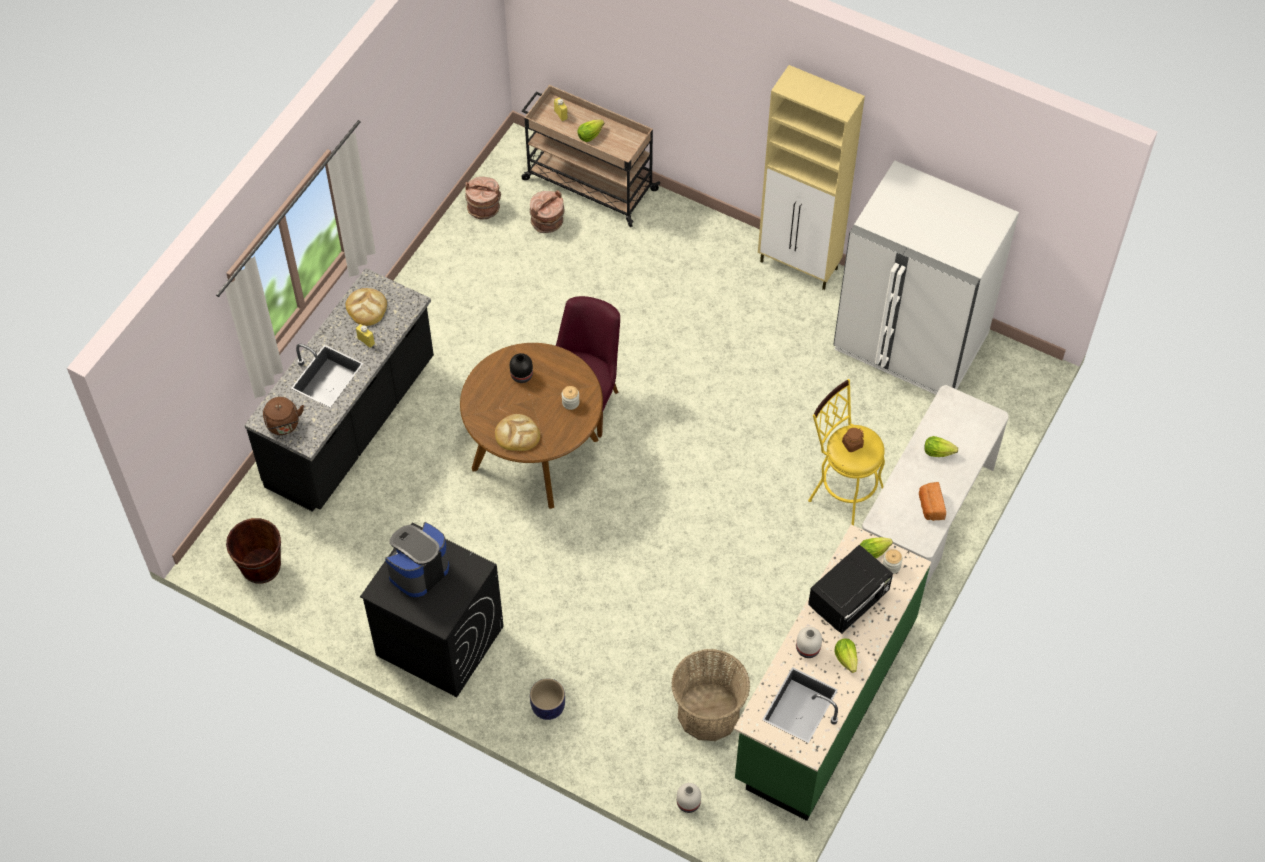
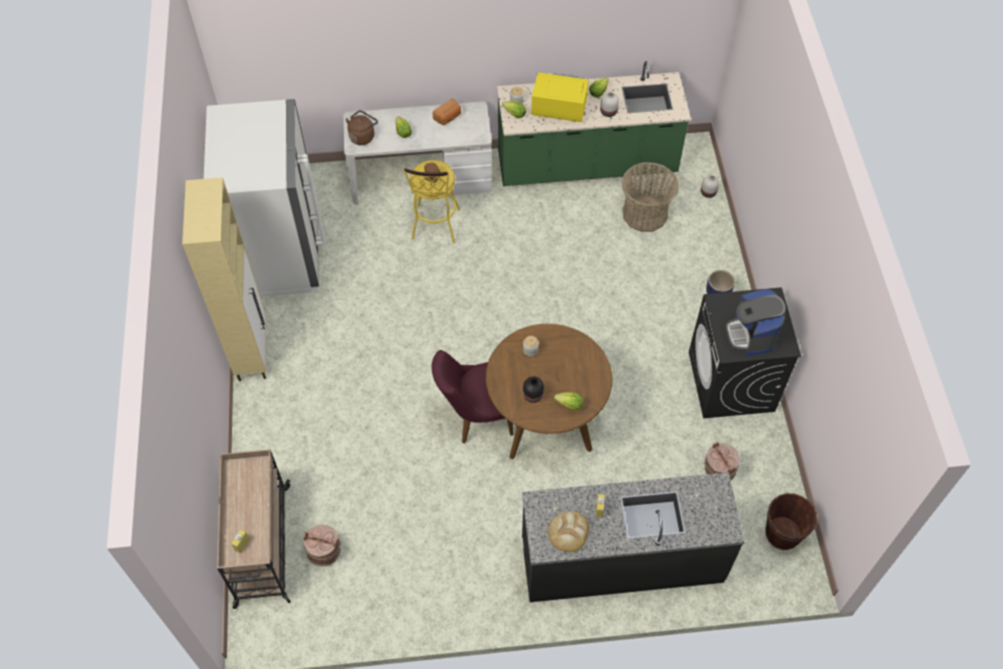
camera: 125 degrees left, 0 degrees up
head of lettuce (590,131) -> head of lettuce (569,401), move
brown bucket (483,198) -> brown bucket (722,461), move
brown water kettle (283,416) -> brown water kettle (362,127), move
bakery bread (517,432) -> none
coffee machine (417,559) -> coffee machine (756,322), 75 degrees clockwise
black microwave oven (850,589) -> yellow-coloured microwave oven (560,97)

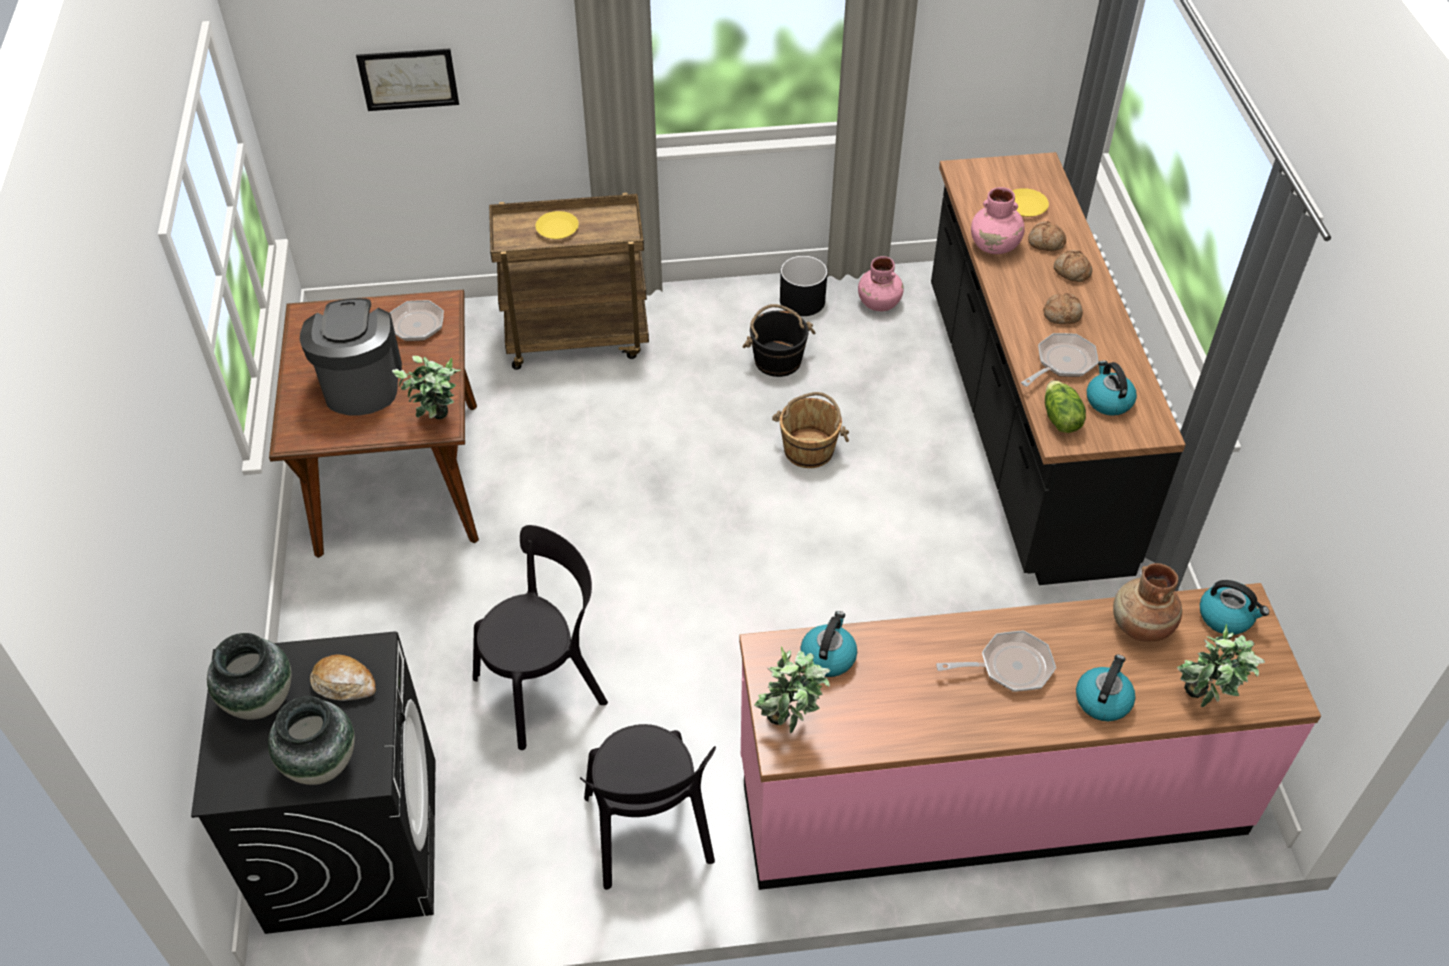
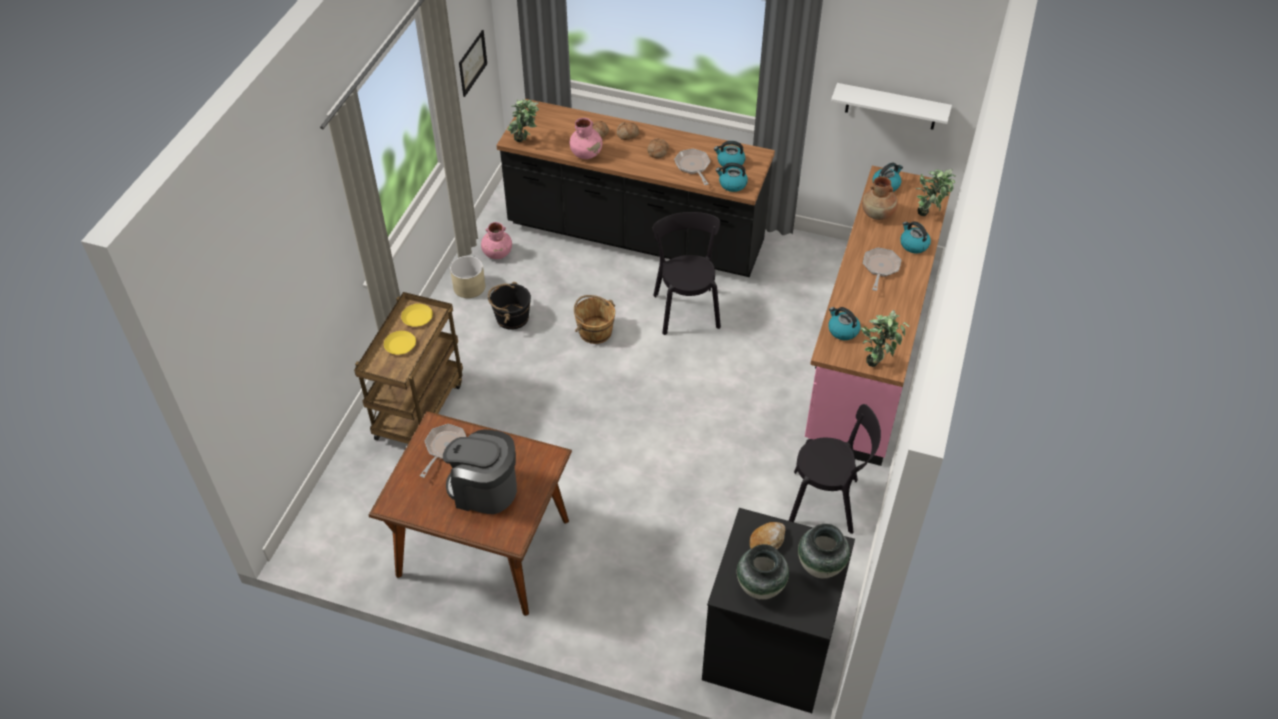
camera: 65 degrees left, 0 degrees up
wall art (407,79) -> wall art (473,63), move
yellow-coloured dinner plate (1030,202) -> yellow-coloured dinner plate (417,315), move
black planter (804,286) -> beige planter (467,277)
houseplant (426,387) -> houseplant (523,121), move
head of lettuce (1065,406) -> water kettle (732,177)
black chair (540,637) -> black chair (686,273), move
none -> white bracket shelf (891,106)

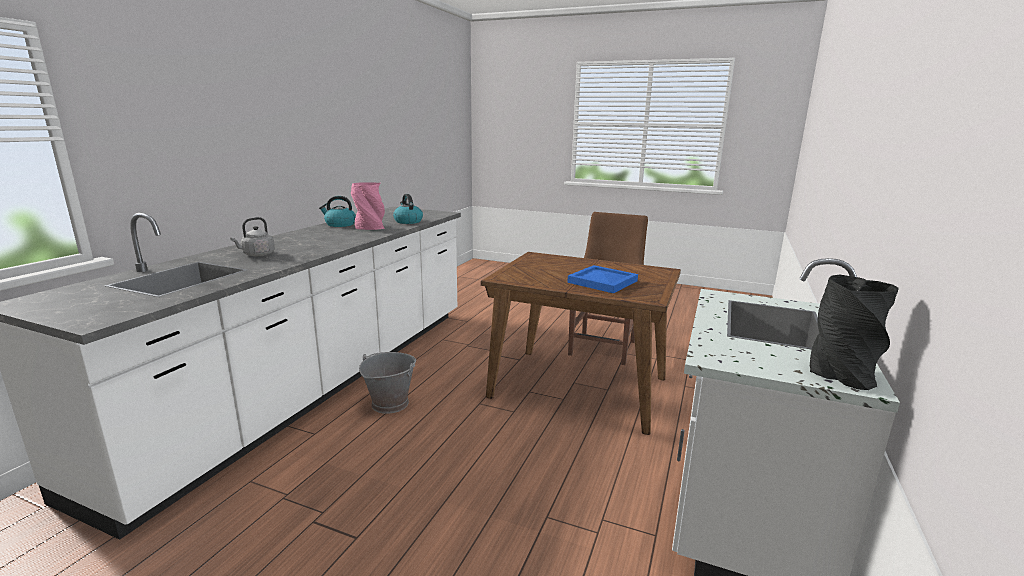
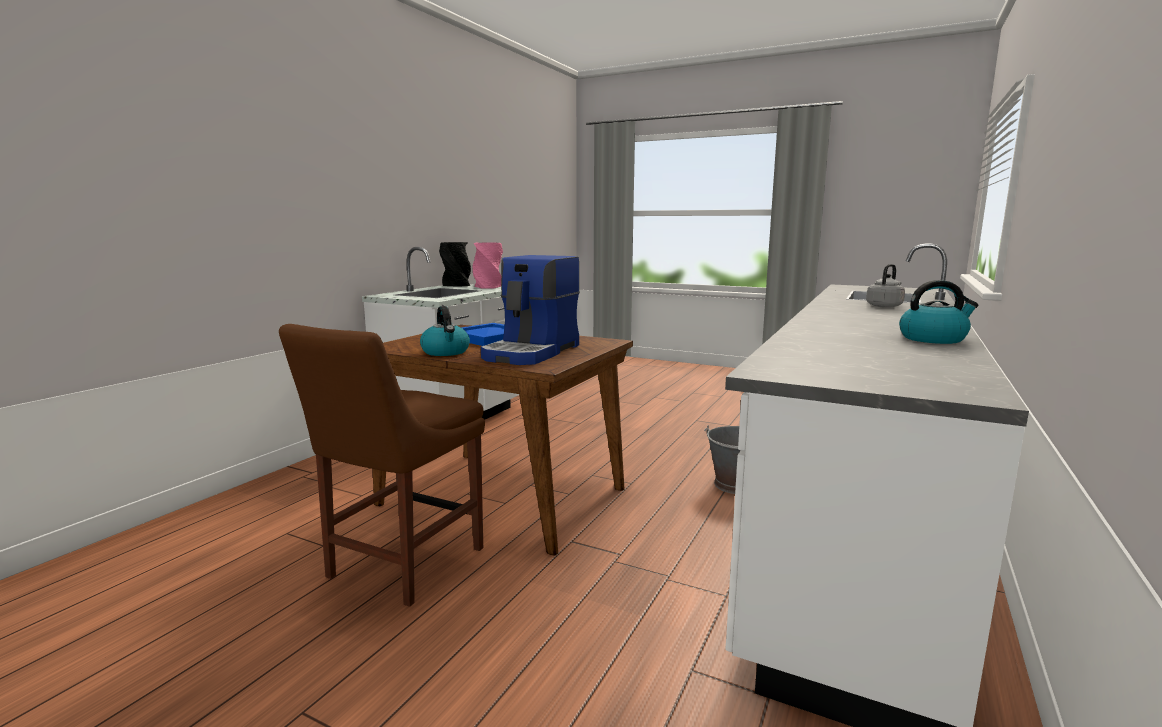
camera: 175 degrees left, 5 degrees down
pink flower vase (368,206) -> pink flower vase (488,265), move
water kettle (408,209) -> water kettle (445,331), move
none -> coffee machine (530,310)

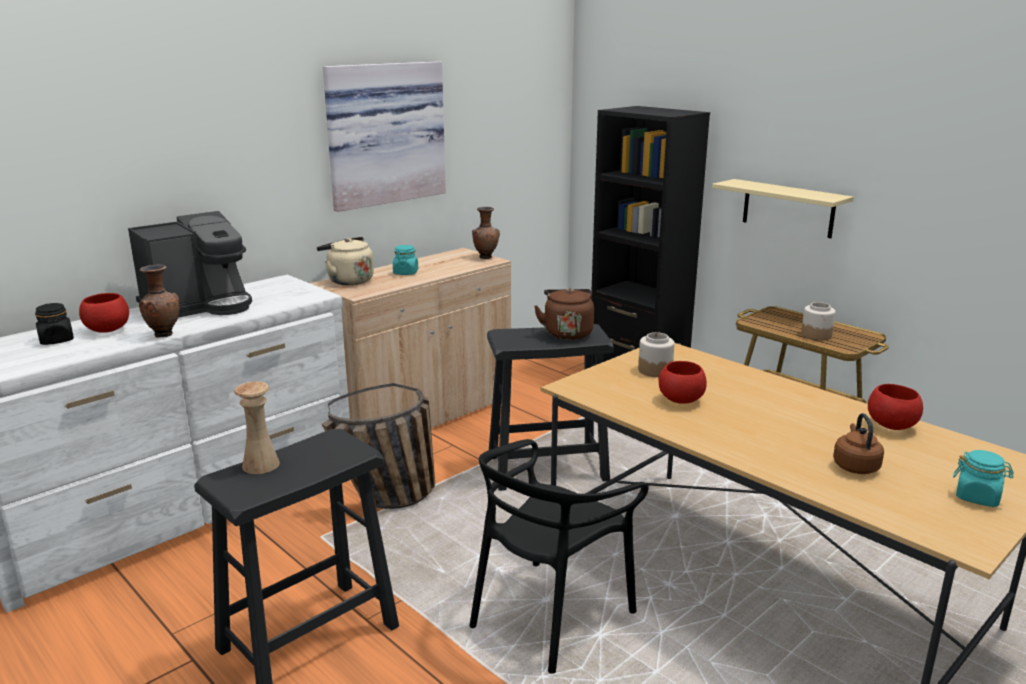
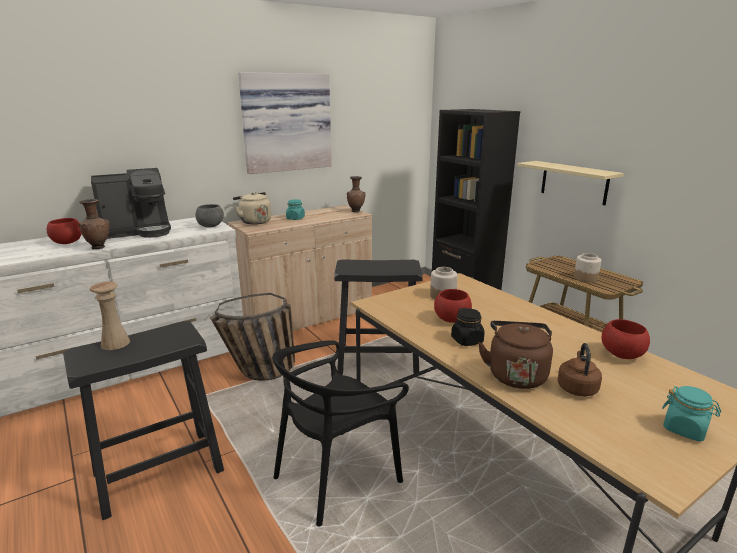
camera: 10 degrees right, 0 degrees up
brown water kettle (564,314) -> brown water kettle (515,355), move
black preserve jar (54,324) -> black preserve jar (468,327), move
none -> greyish bowl (209,215)

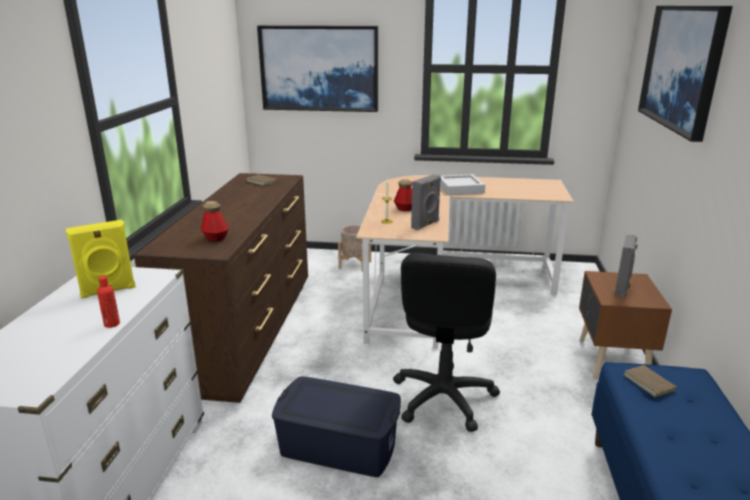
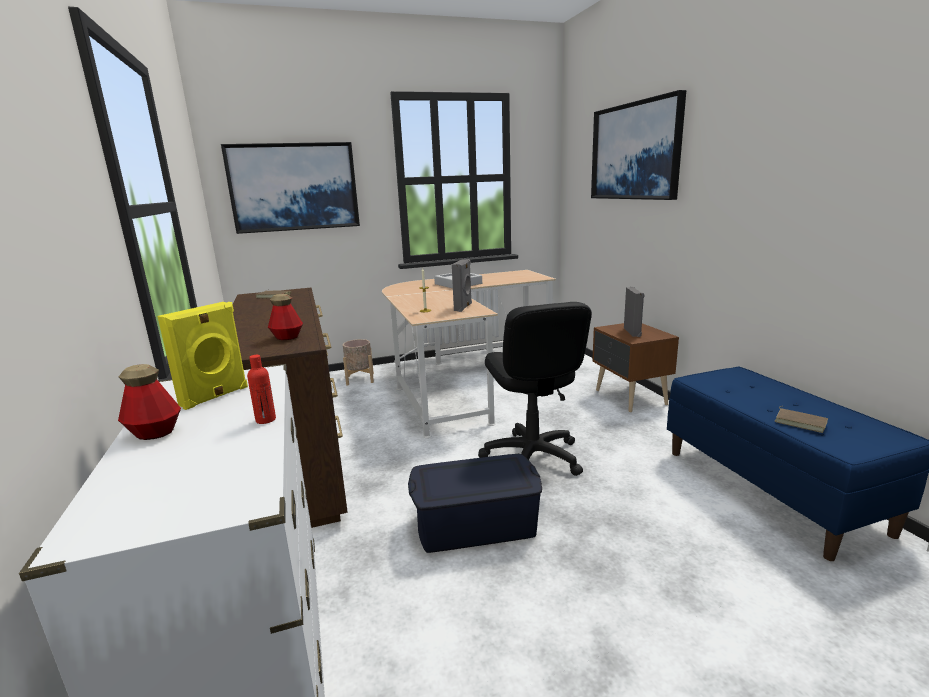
camera: 25 degrees left, 5 degrees down
beverage bottle (403,195) -> beverage bottle (149,402), move
brown volume (650,380) -> brown volume (801,419), move

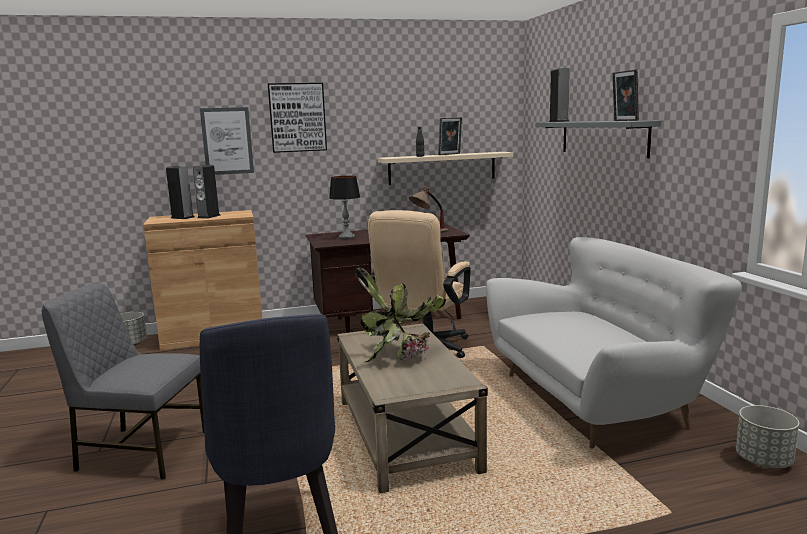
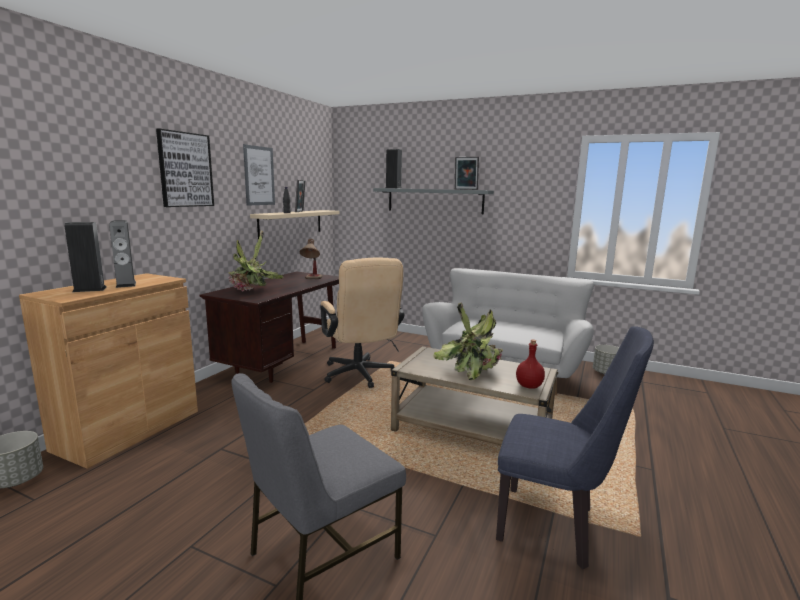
camera: 50 degrees left, 0 degrees up
wall art (227,141) -> wall art (259,174), move
lamp for a table (344,207) -> houseplant (255,260)
none -> red-coloured beverage bottle (530,364)

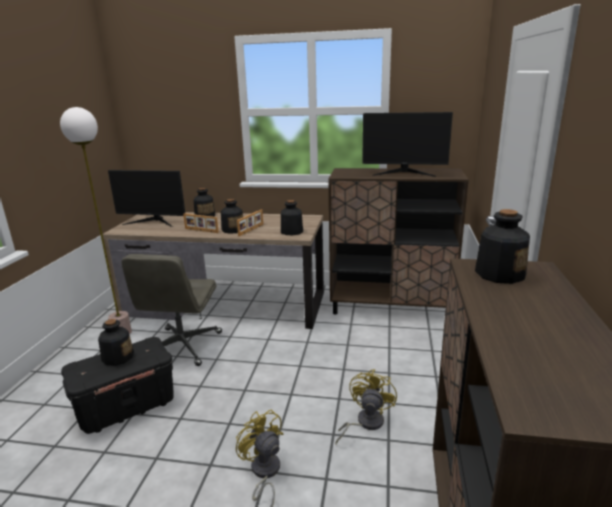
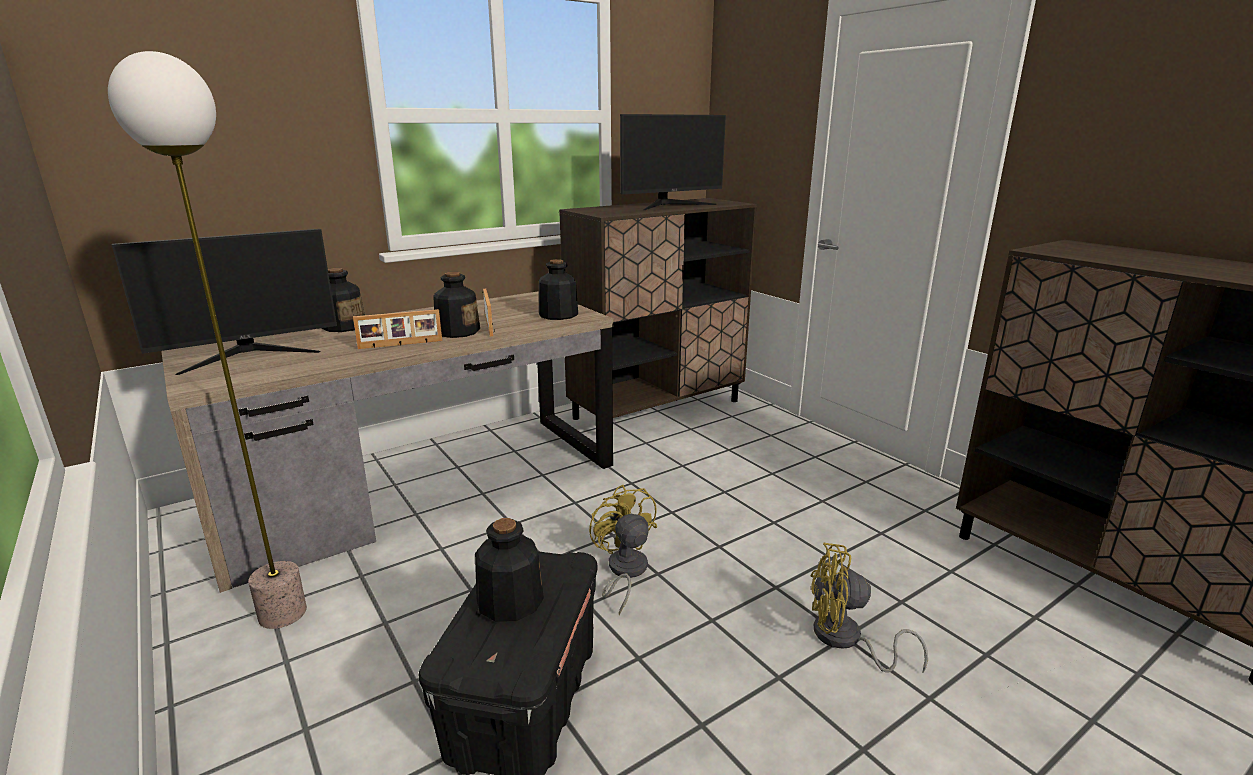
camera: 45 degrees left, 0 degrees up
beverage bottle (502,246) -> none
greyish computer chair (171,310) -> none
yellow-coloured cooling fan (366,406) -> yellow-coloured cooling fan (623,549), move

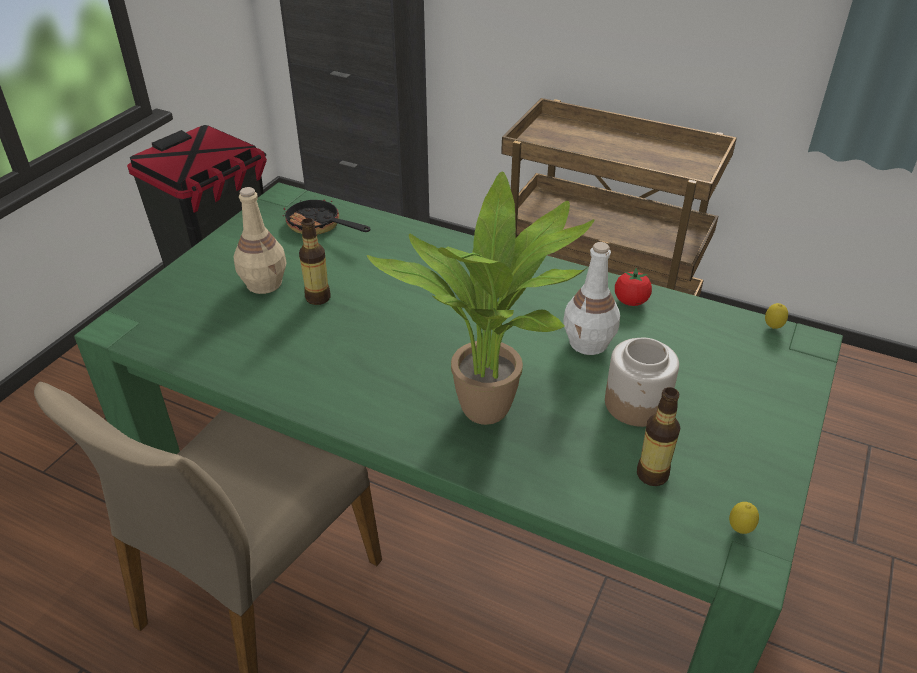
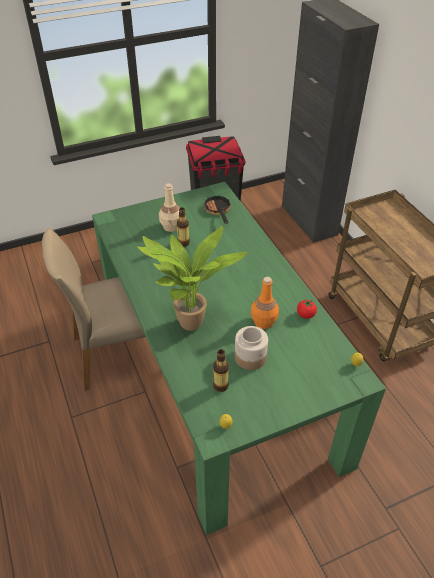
camera: 40 degrees right, 5 degrees up
white beverage bottle (591,298) -> orange-coloured beverage bottle (265,303)

